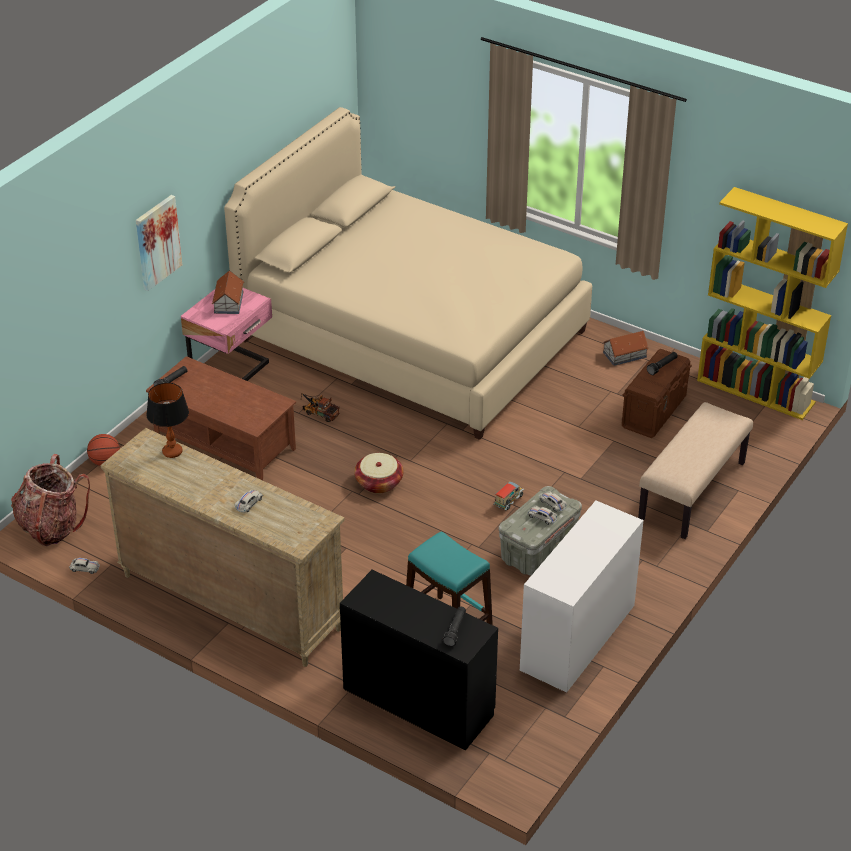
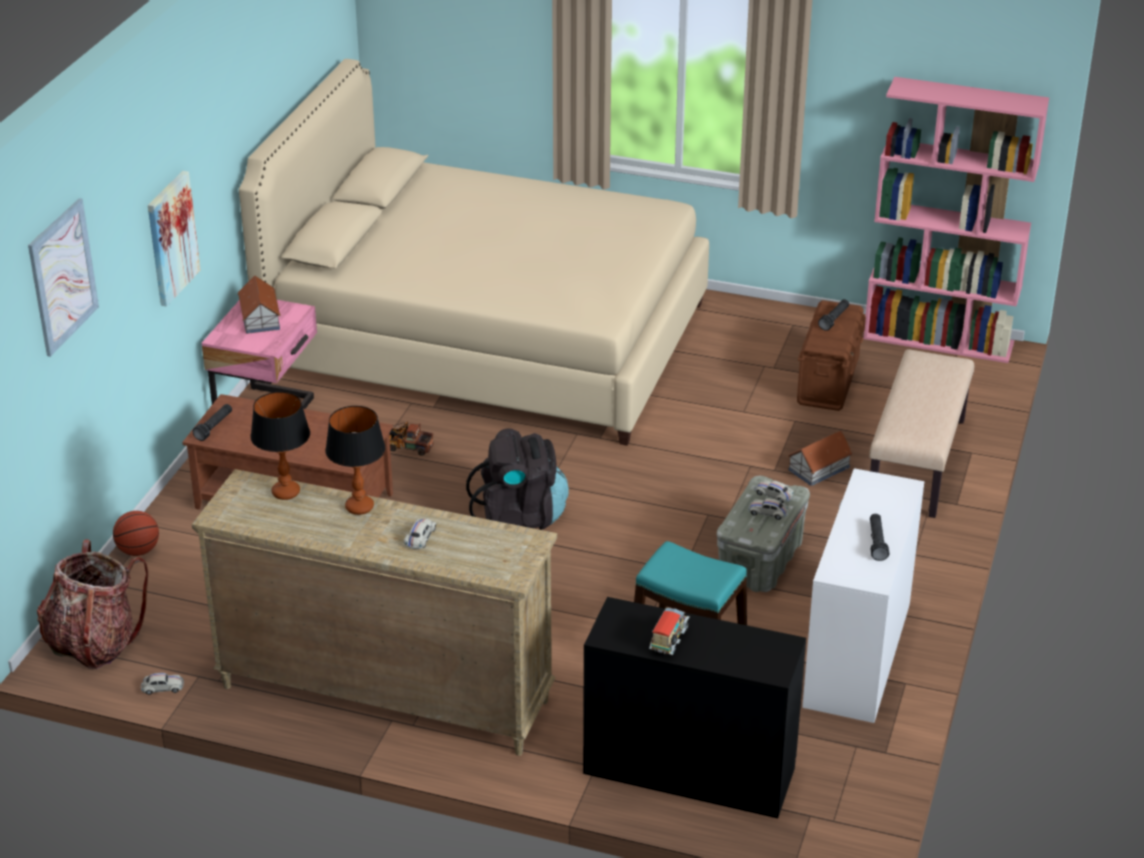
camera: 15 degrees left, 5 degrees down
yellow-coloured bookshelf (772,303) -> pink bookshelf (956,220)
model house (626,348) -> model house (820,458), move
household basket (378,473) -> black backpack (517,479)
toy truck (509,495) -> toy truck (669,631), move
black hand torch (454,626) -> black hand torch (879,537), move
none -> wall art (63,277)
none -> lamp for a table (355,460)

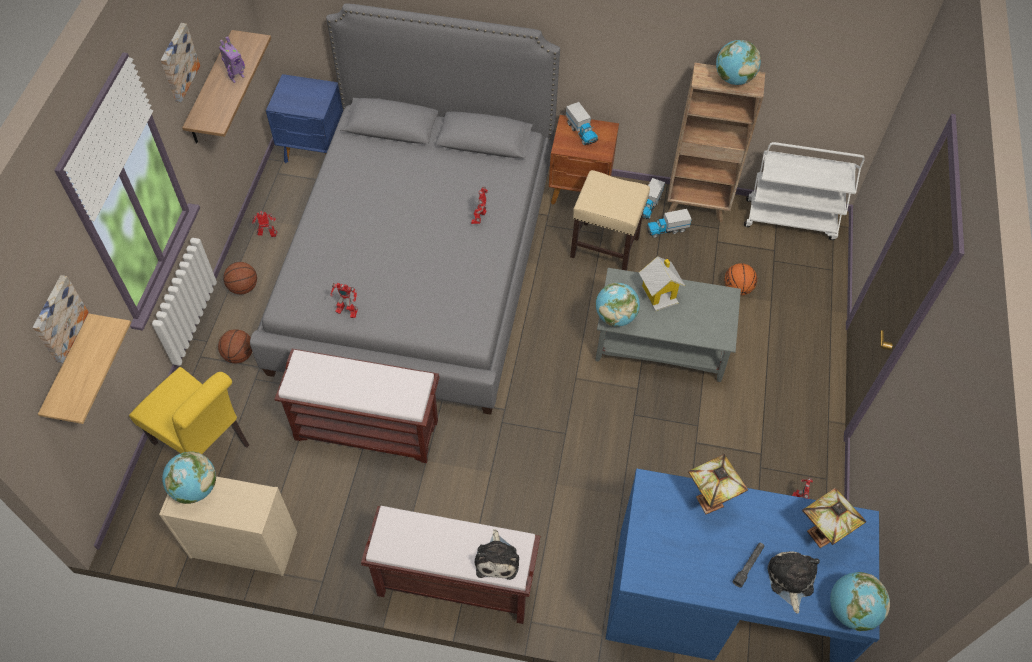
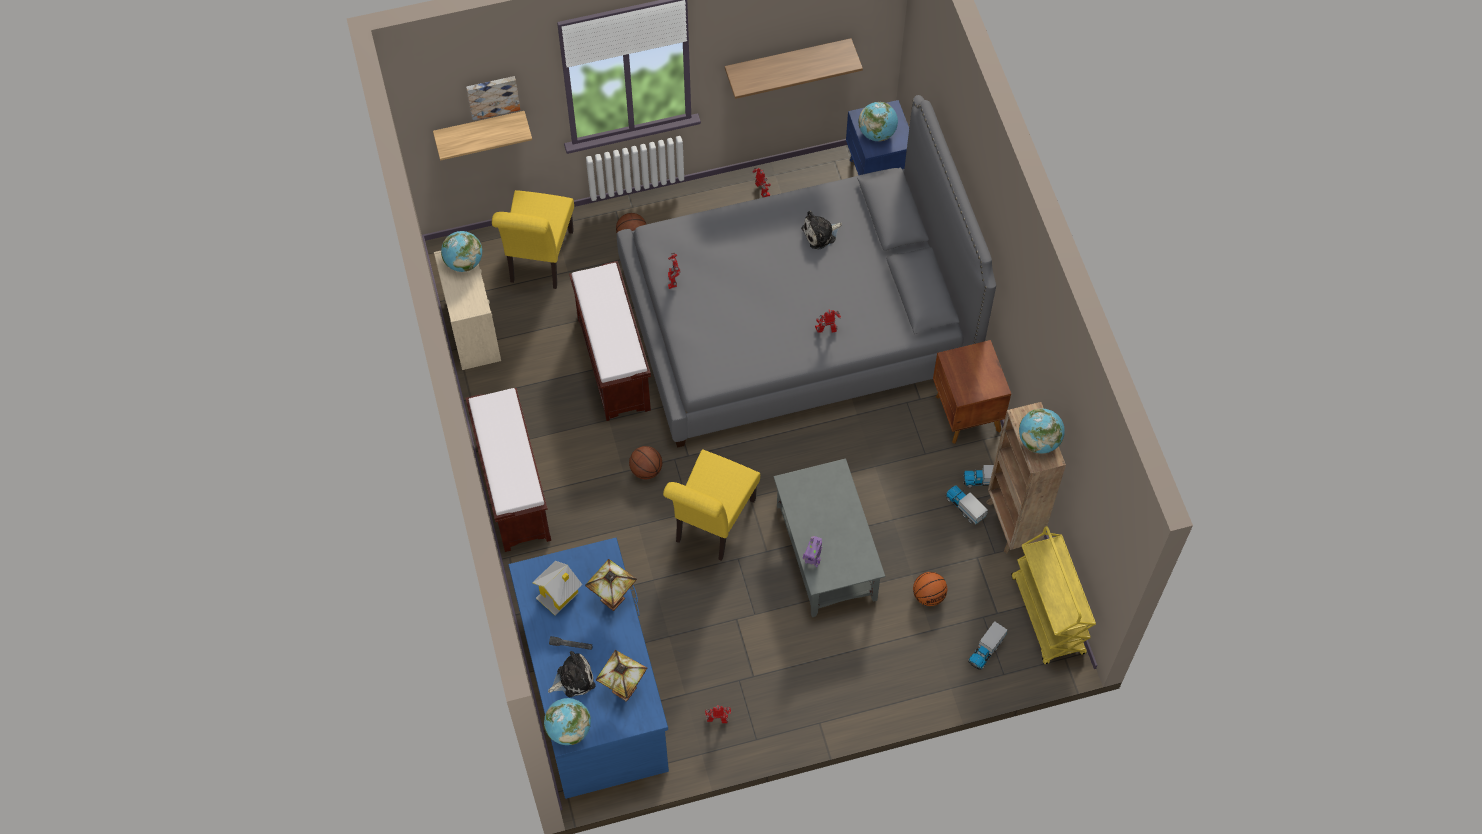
camera: 65 degrees right, 5 degrees up
wall art (180,63) -> none
robot figure (232,60) -> robot figure (812,551), move
toy truck (582,123) -> toy truck (987,645), move
white trolley (804,191) -> yellow-coloured trolley (1053,595)
beige stool (610,220) -> none
model house (662,283) -> model house (557,588), move
basketball ball (240,278) -> basketball ball (645,462), move
desk globe (618,305) -> desk globe (878,122), move
soft toy (497,554) -> soft toy (821,230), move
none -> yellow-coloured chair (711,505)

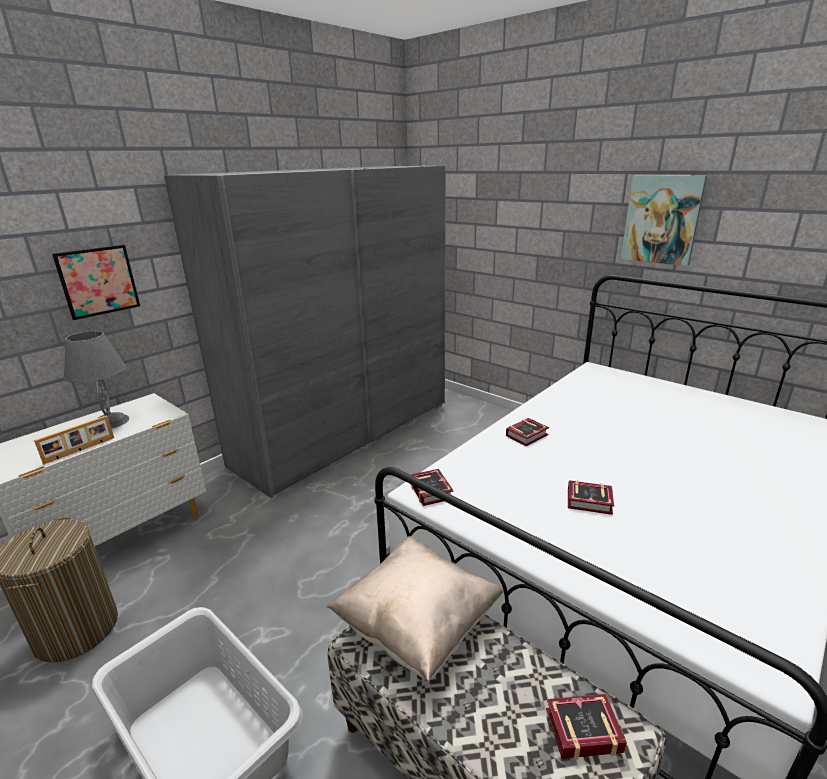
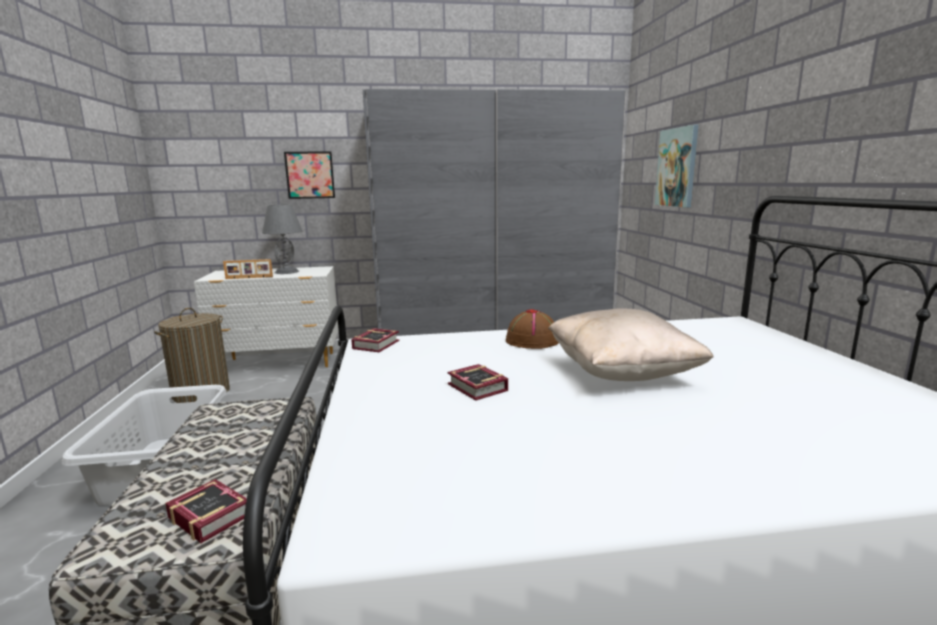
camera: 40 degrees right, 10 degrees down
wall art (664,220) -> wall art (677,166), move
volume (527,432) -> brown wearable hat (532,329)
beige pillow (415,609) -> beige pillow (631,345), move

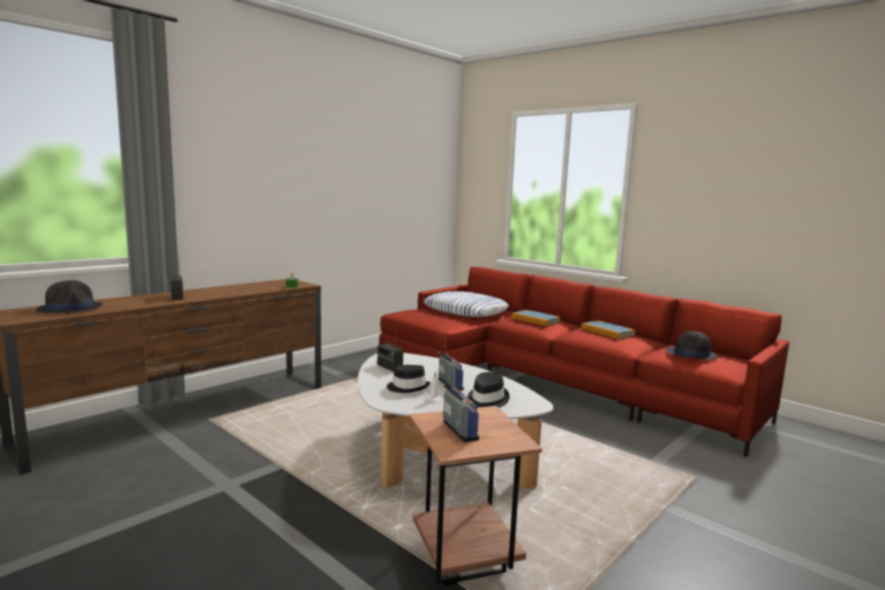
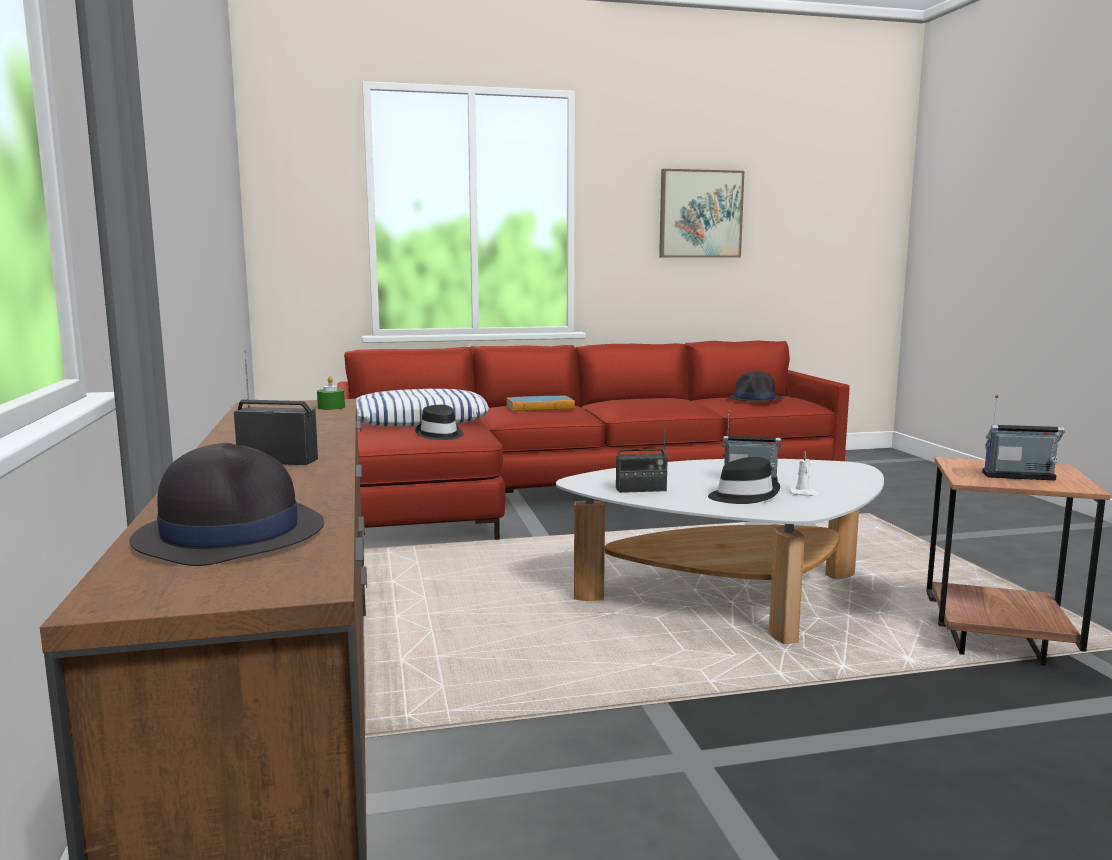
camera: 55 degrees left, 0 degrees up
volume (608,329) -> none
black wearable hat (488,390) -> black wearable hat (439,422), move
none -> wall art (701,213)

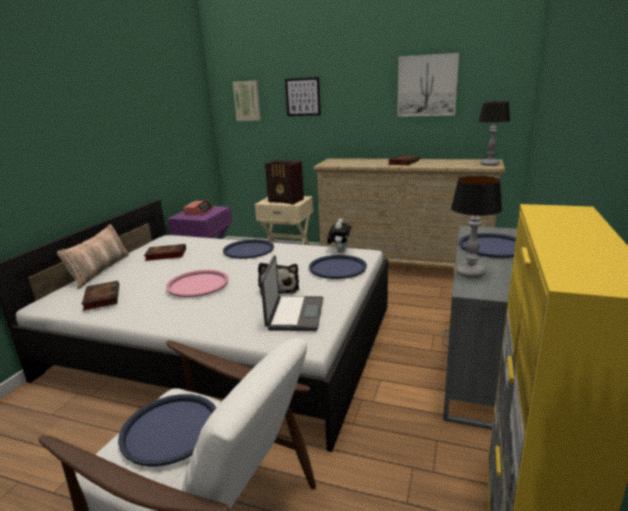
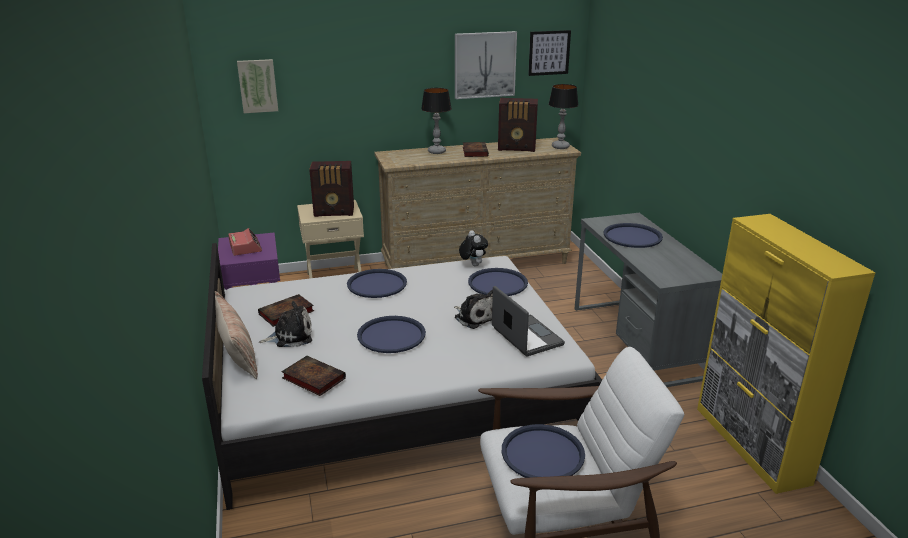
camera: 35 degrees left, 5 degrees up
wall art (303,96) -> wall art (549,53), move
lamp for a table (476,227) -> lamp for a table (436,121), move
pink carrying tray (197,283) -> blue-coloured carrying tray (391,334)
none -> radio receiver (518,125)
none -> soft toy (285,324)

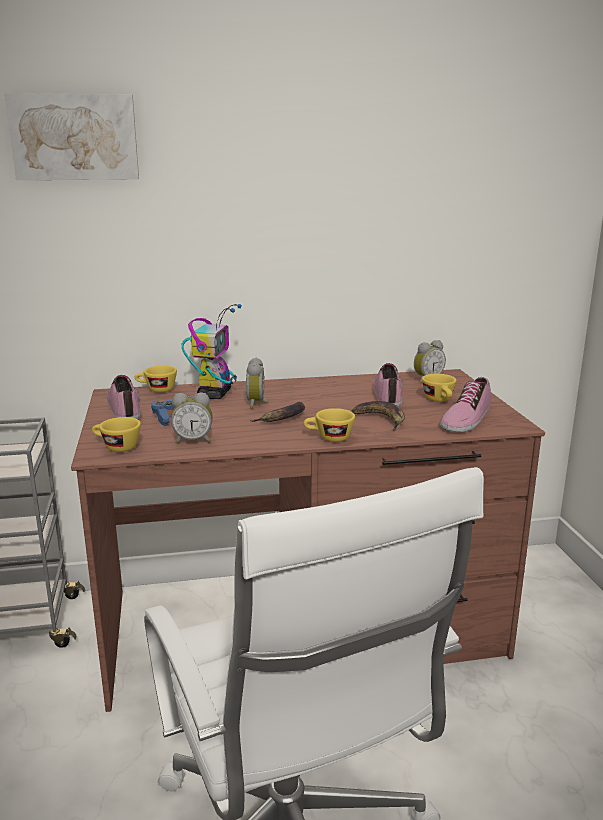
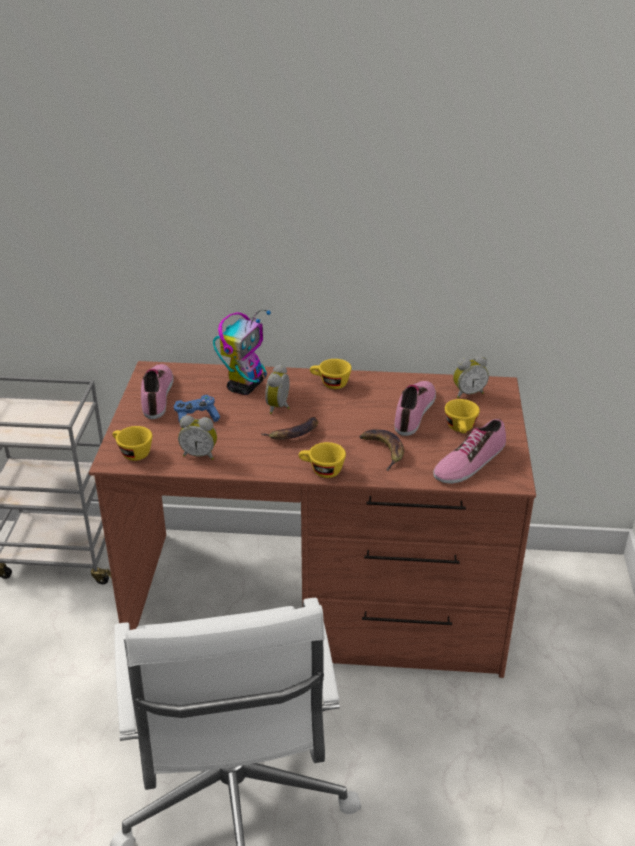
camera: 15 degrees right, 15 degrees up
wall art (72,136) -> none
yellow-coloured cup (156,379) -> yellow-coloured cup (331,374), move

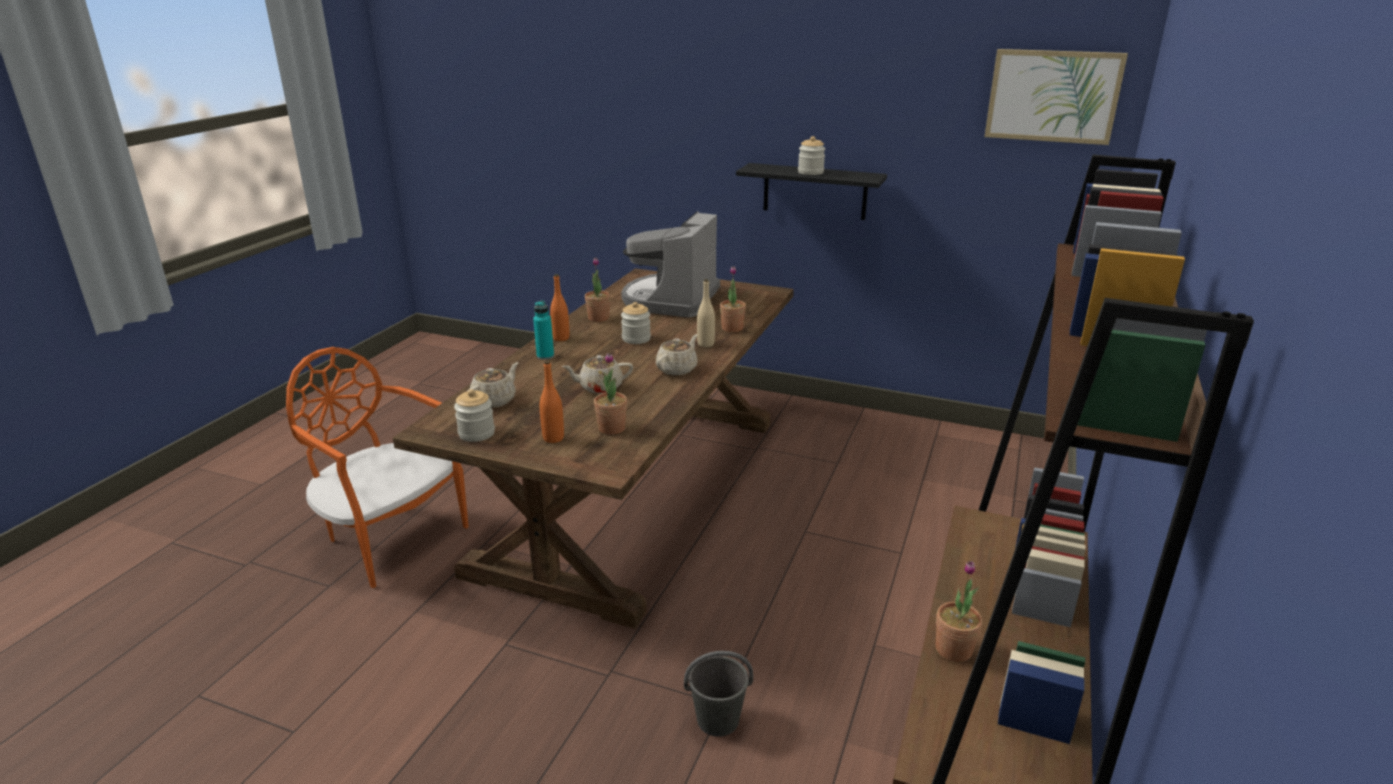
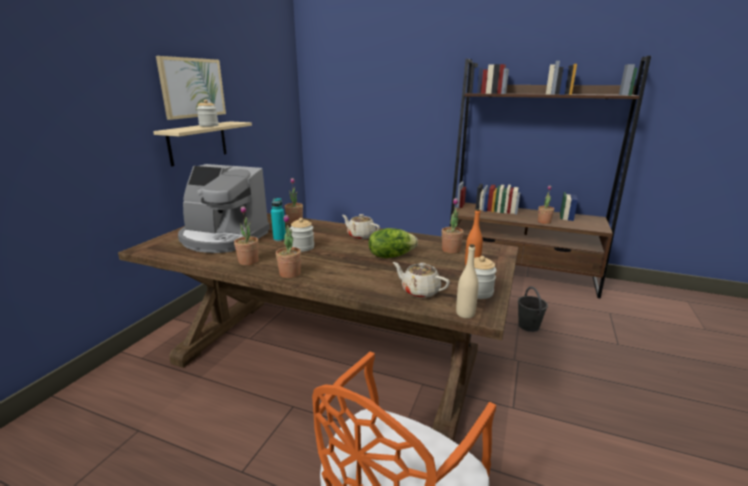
camera: 90 degrees left, 5 degrees down
wall art (1056,97) -> wall art (191,88), move
black bracket shelf (811,191) -> beige bracket shelf (202,143)
orange-coloured beverage bottle (559,307) -> houseplant (288,246)
beige beverage bottle (706,313) -> beige beverage bottle (467,281), move
blue-green beverage bottle (543,330) -> blue-green beverage bottle (278,219), move
beige tea pot (597,374) -> head of lettuce (393,243)

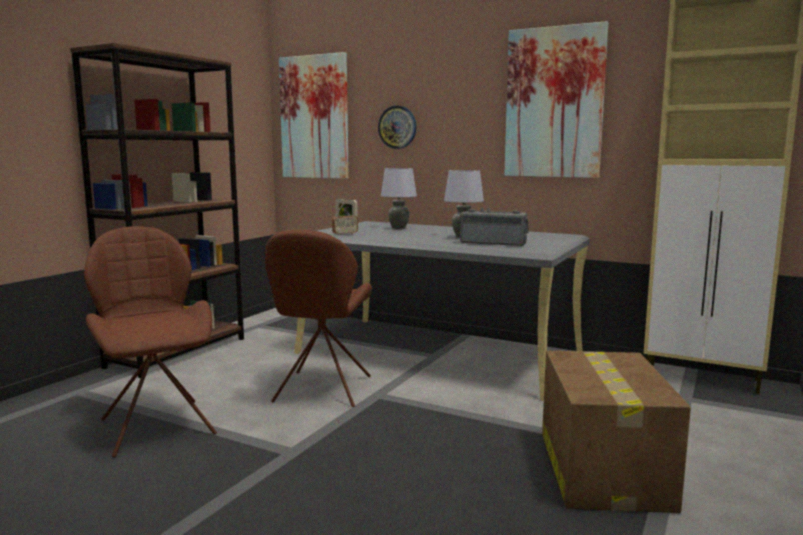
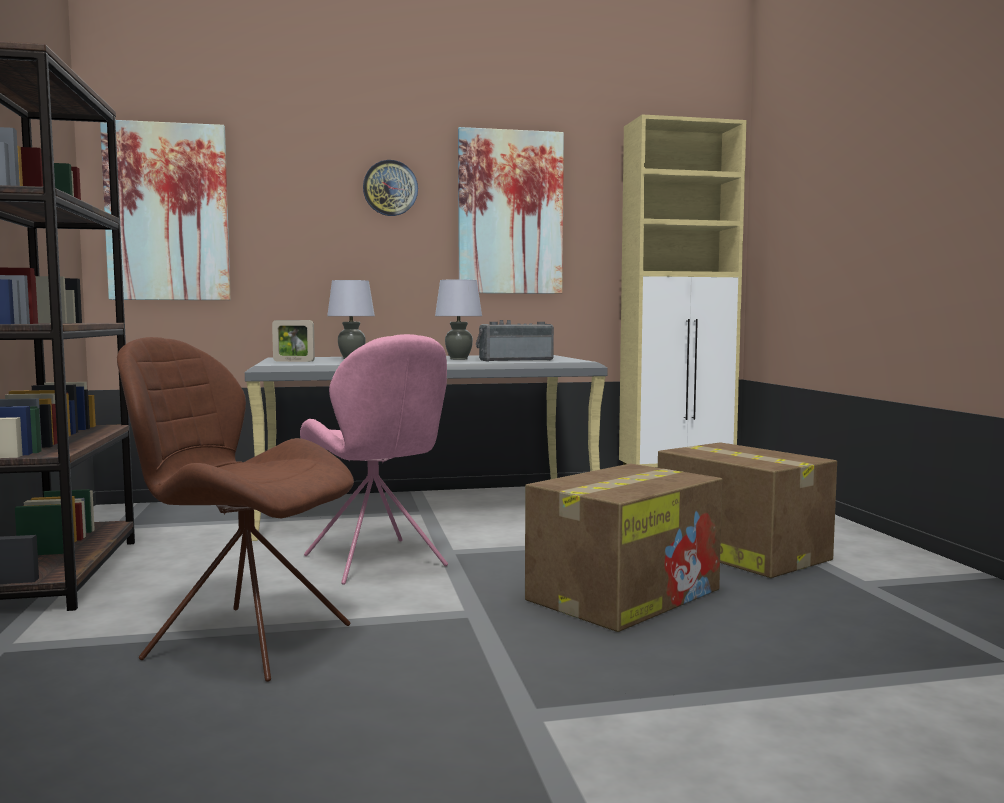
camera: 40 degrees left, 5 degrees down
clock on the wall (397,127) -> clock on the wall (390,188), move
radio receiver (345,219) -> none
brown chair (318,318) -> pink chair (374,459)
none -> cardboard box (623,547)

